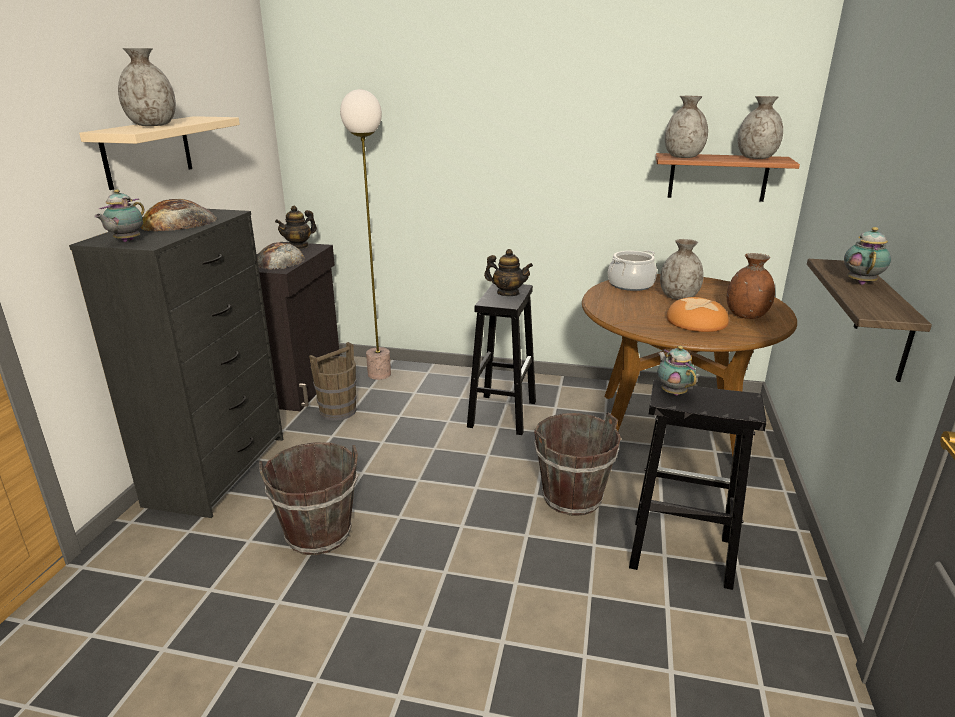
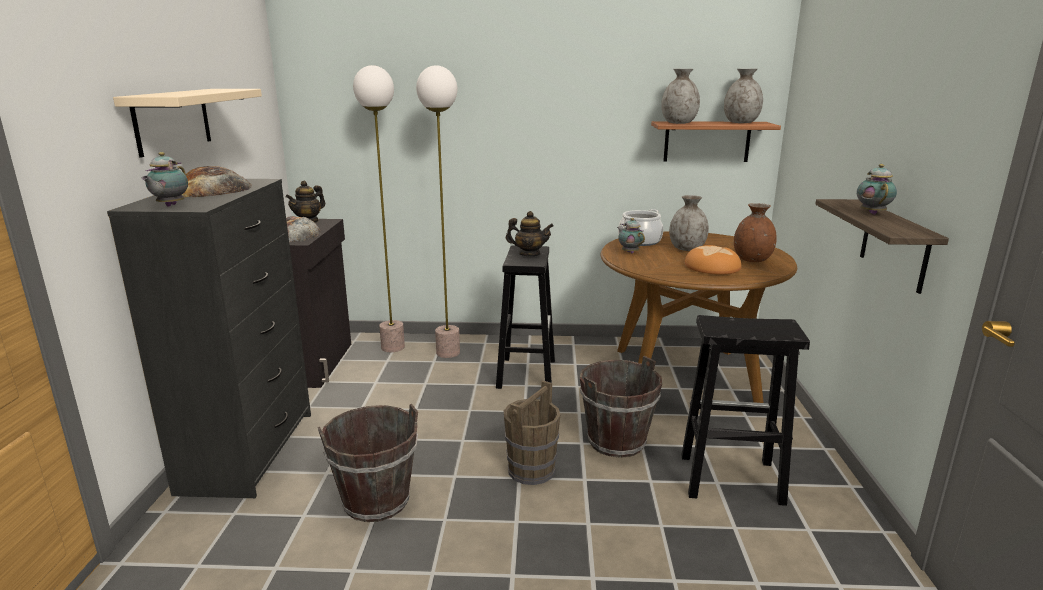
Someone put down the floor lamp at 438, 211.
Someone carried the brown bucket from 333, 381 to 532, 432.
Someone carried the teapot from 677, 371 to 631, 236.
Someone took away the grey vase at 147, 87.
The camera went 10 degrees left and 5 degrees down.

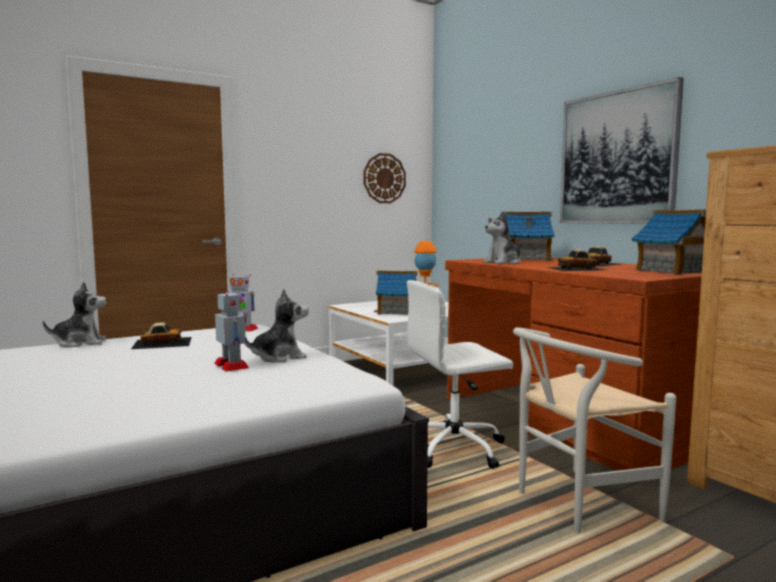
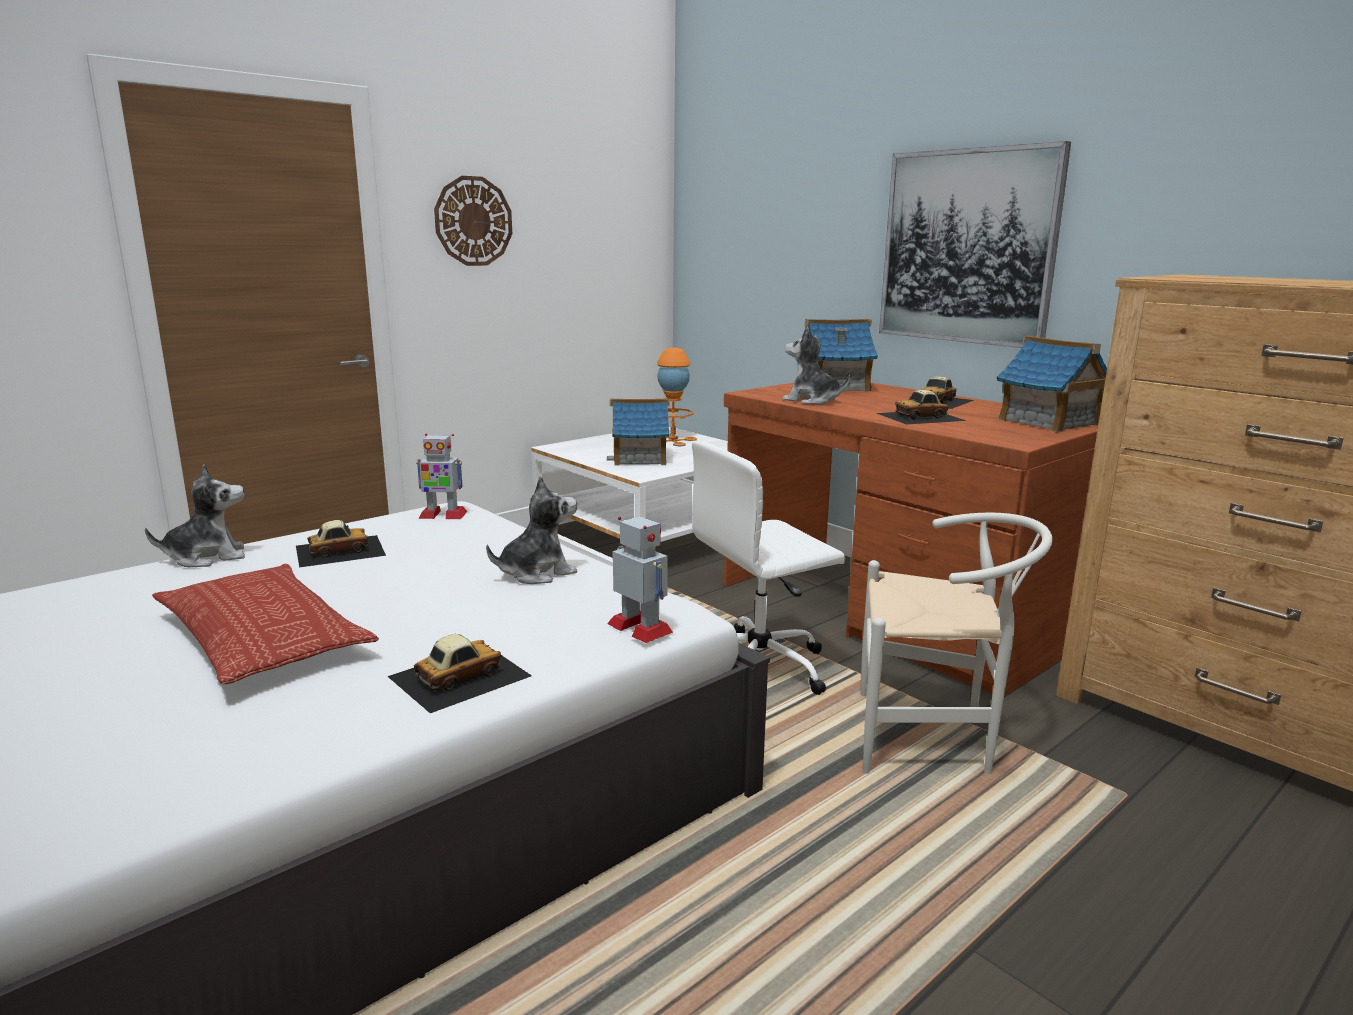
Someone put down the pillow at 265, 624.
Someone put down the toy car at 459, 673.
Someone carried the wall clock from 385, 178 to 473, 221.
Someone carried the toy robot from 232, 331 to 640, 580.
Someone rotated the plush toy at 502, 237 by 75 degrees clockwise.
Someone rotated the white chair at 594, 430 by 135 degrees counterclockwise.
The camera went 10 degrees left and 10 degrees up.

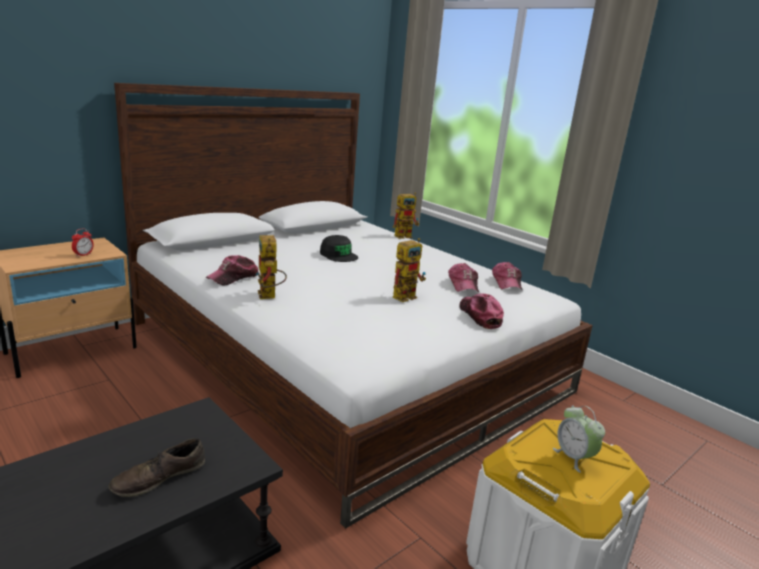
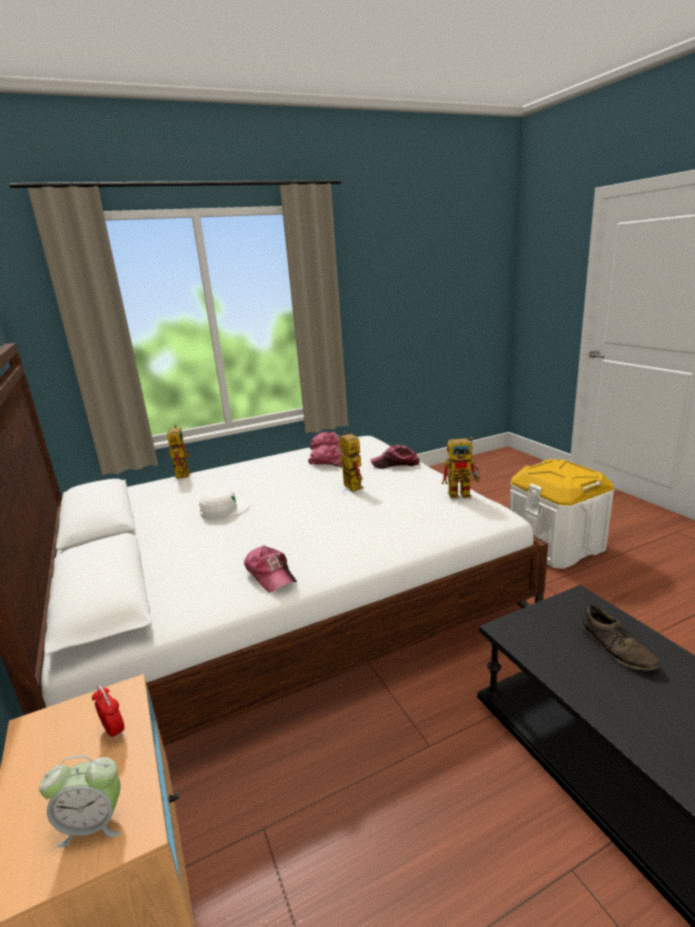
Someone carried the alarm clock from 579, 439 to 80, 801.
Someone repainted the black cap at 339, 248, which became the white cap at 224, 504.
Someone carried the toy robot from 271, 267 to 461, 468.
The camera went 70 degrees left and 0 degrees up.

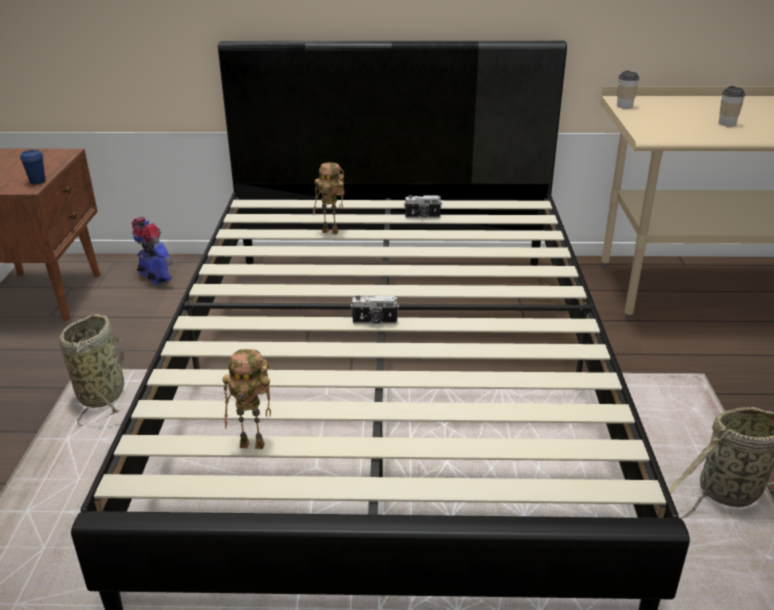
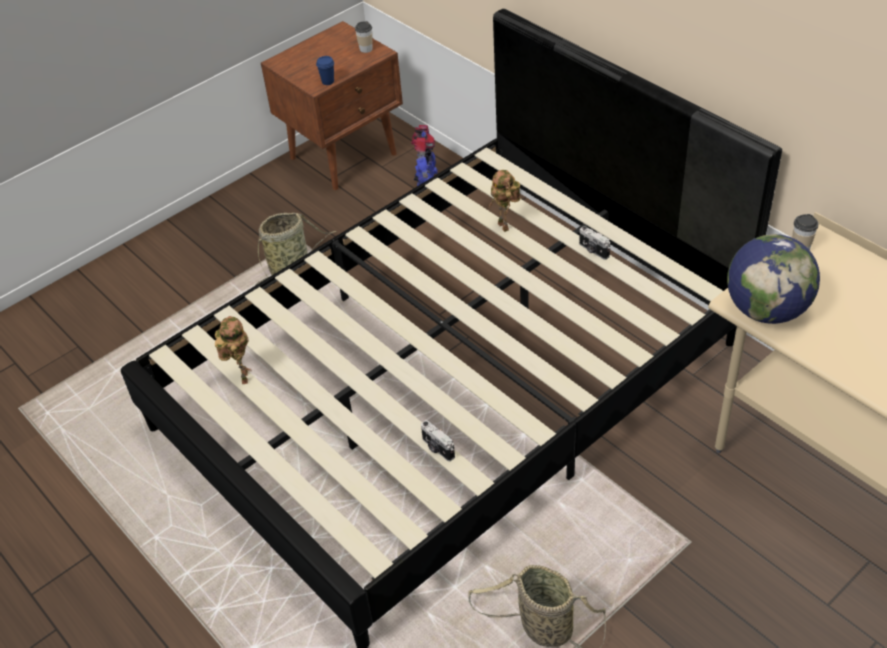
Someone rotated the toy robot at 246, 399 by 150 degrees counterclockwise.
Someone carried the cup from 732, 106 to 364, 37.
Someone carried the photo camera from 374, 310 to 438, 440.
Someone put down the globe at 773, 279.
The camera went 50 degrees right and 15 degrees up.

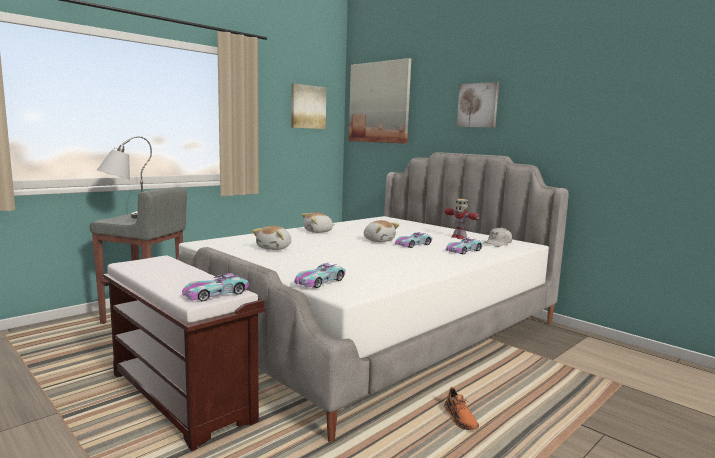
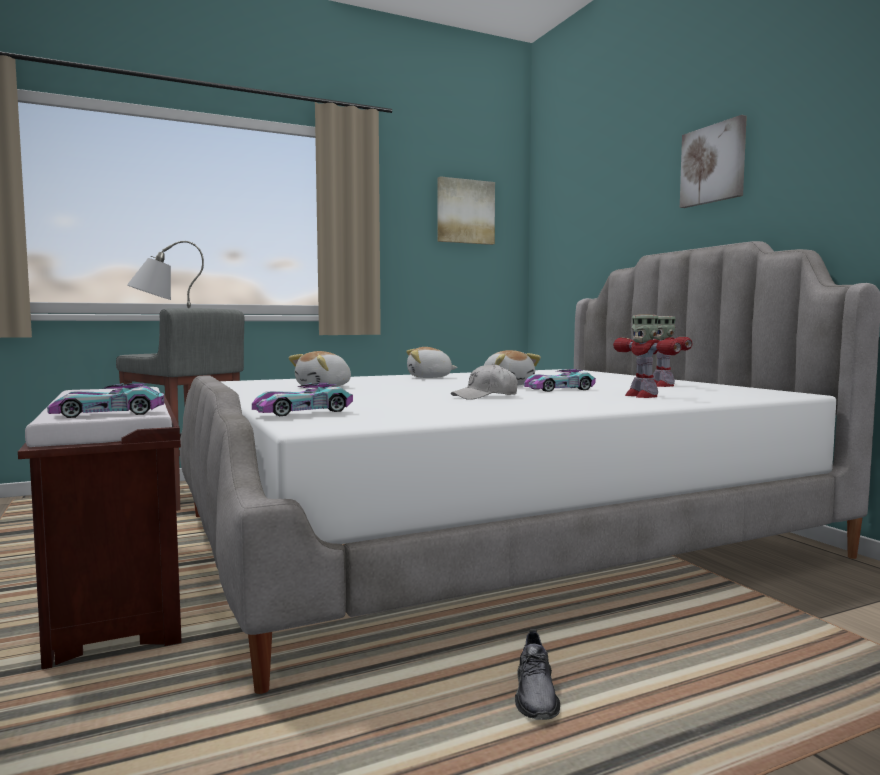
Someone carried the white cap from 497, 237 to 484, 381.
Someone repainted the orange shoe at 461, 408, which became the grey shoe at 537, 674.
Someone swapped the toy car at 464, 245 for the toy robot at 647, 356.
Someone took away the picture at 380, 100.
The camera went 20 degrees right and 5 degrees down.

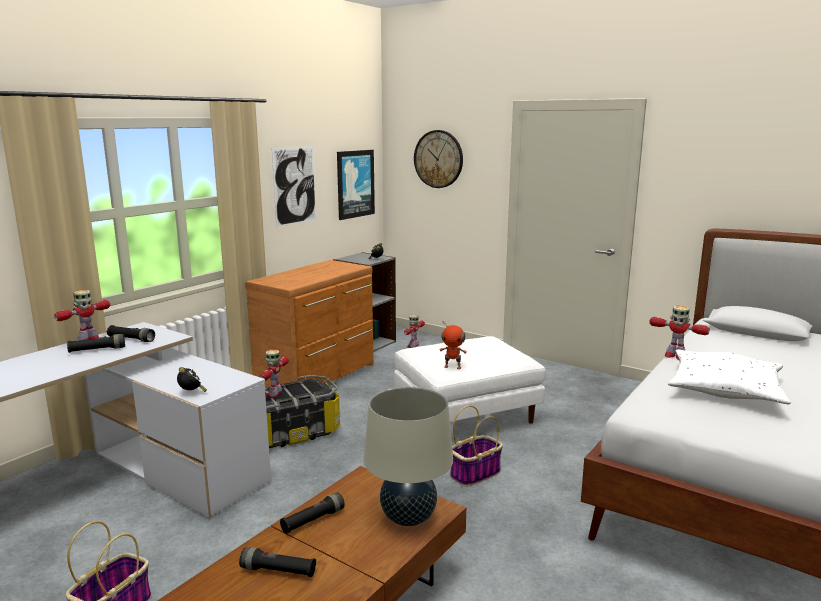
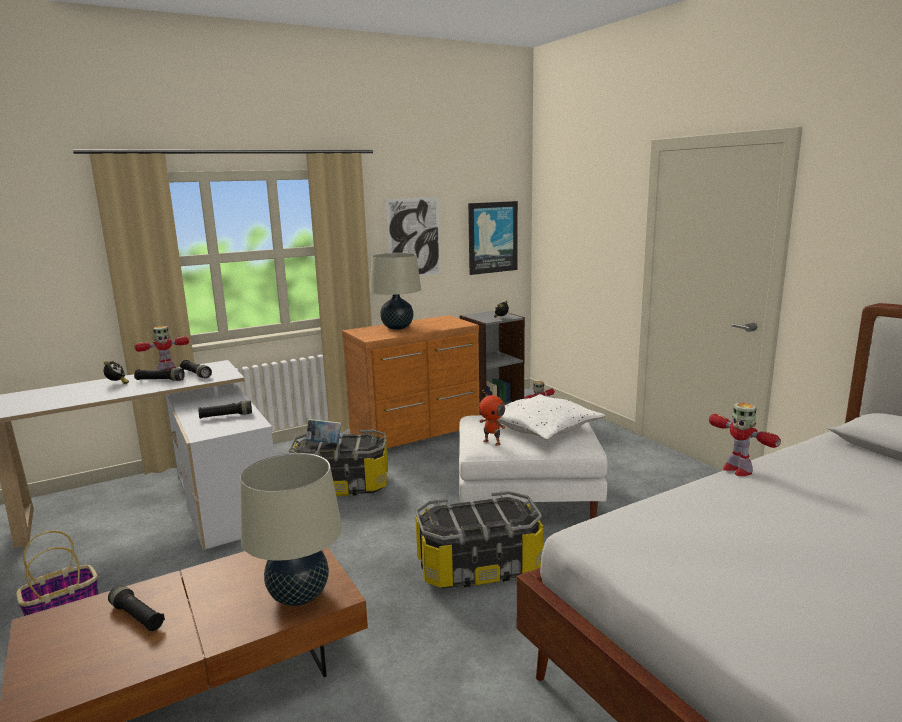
Someone carried the alarm clock from 192, 379 to 116, 372.
Someone carried the black flashlight from 312, 513 to 225, 410.
Someone swapped the toy robot at 274, 374 for the book at 323, 431.
Someone put down the beige table lamp at 395, 291.
Someone swapped the basket at 476, 446 for the storage box at 479, 540.
Someone carried the white pillow from 729, 376 to 551, 417.
Someone took away the wall clock at 438, 159.
The camera went 25 degrees right and 0 degrees up.

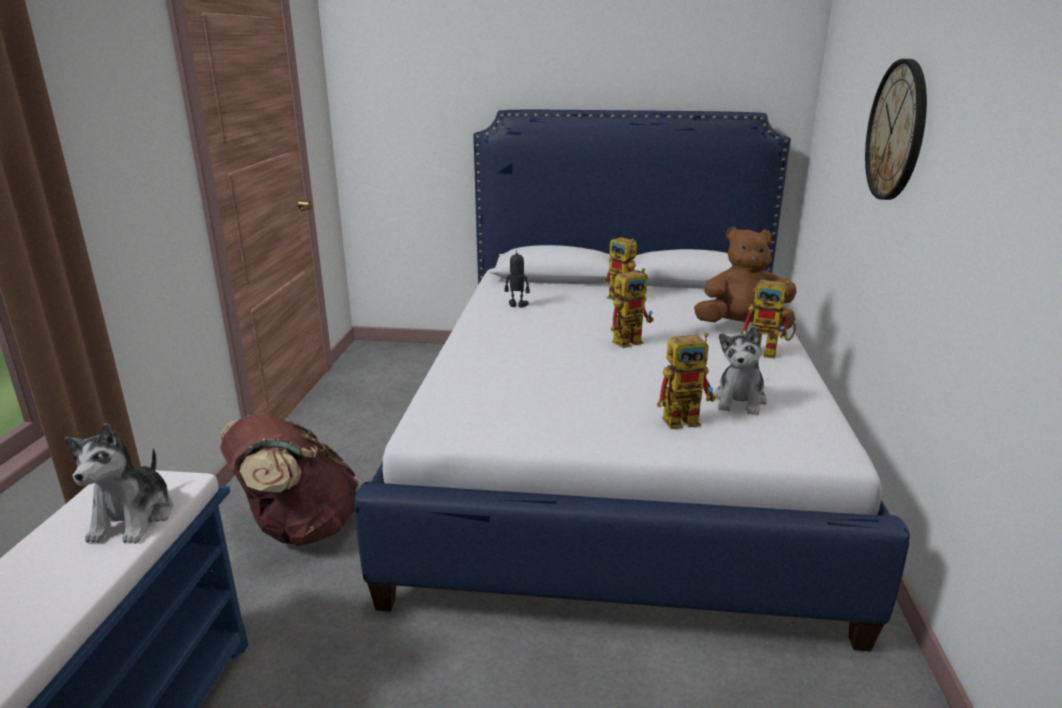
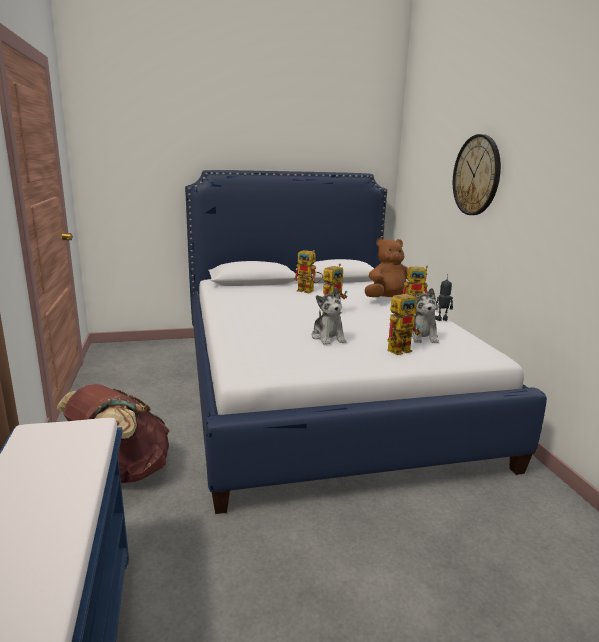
Someone carried the plush toy from 119, 483 to 329, 316.
Someone carried the toy robot from 517, 277 to 444, 297.
The camera went 20 degrees left and 5 degrees down.

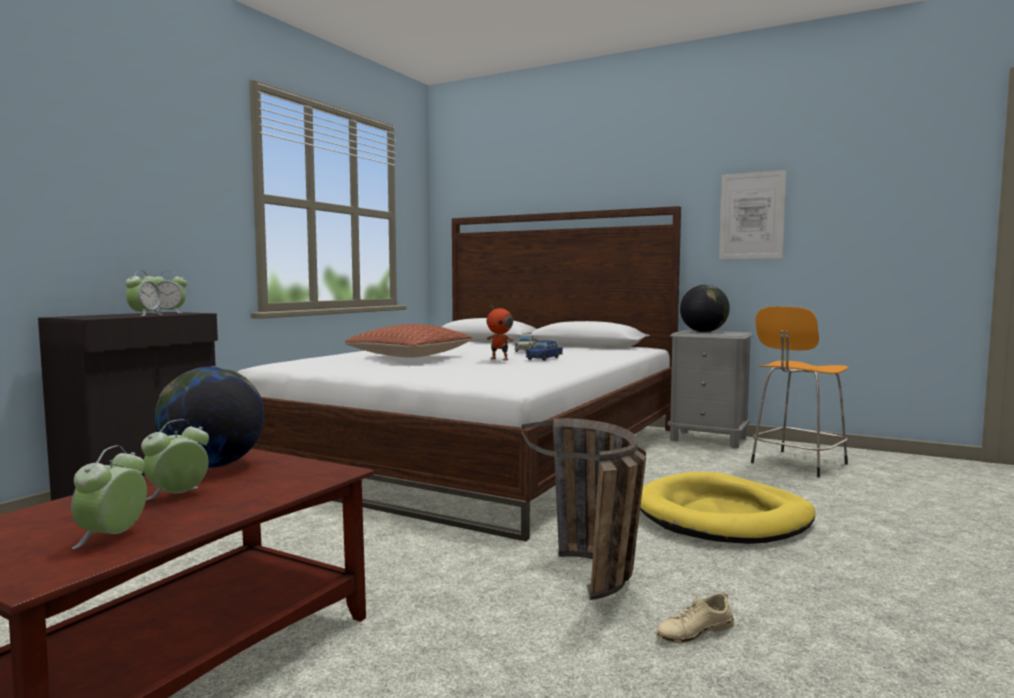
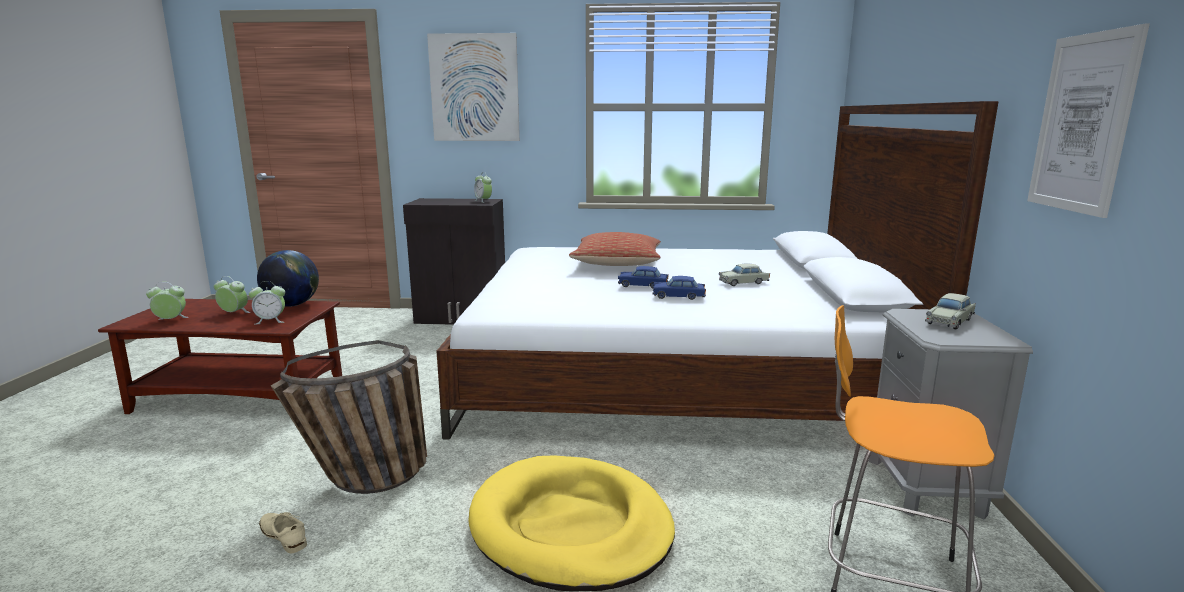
Someone carried the alarm clock from 144, 293 to 267, 303.
Someone put up the picture at 473, 87.
Someone swapped the toy robot at 500, 332 for the blue toy car at 643, 277.
Someone swapped the globe at 705, 308 for the beige toy car at 950, 311.
The camera went 65 degrees right and 10 degrees up.

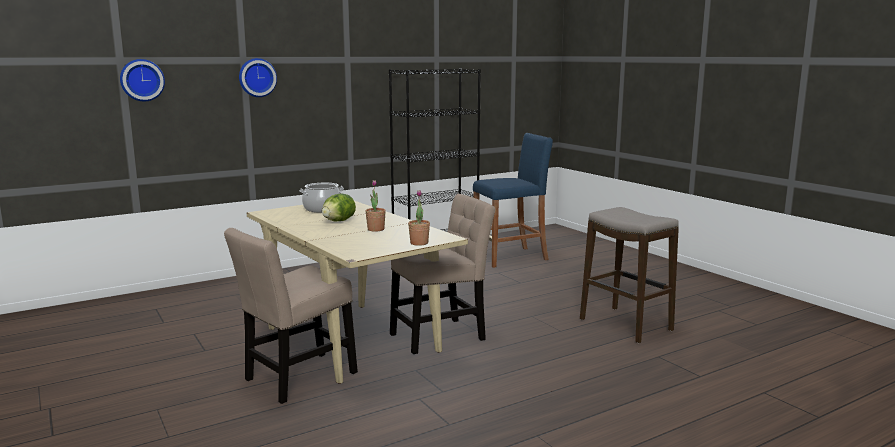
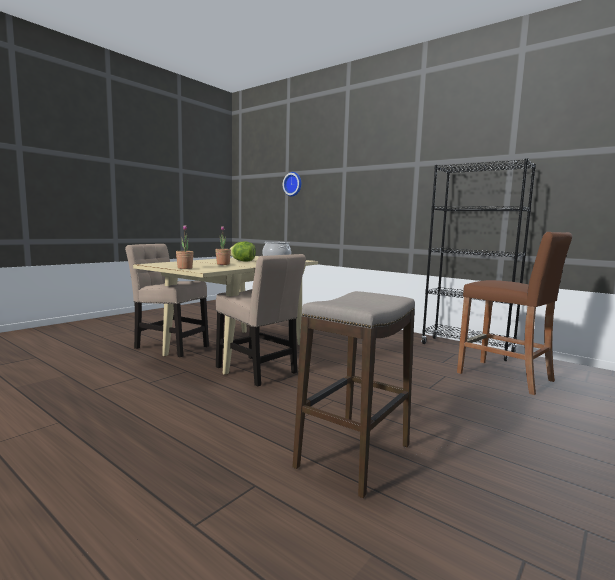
Someone repainted the blue stool at 513, 200, which became the brown stool at 514, 313.
Someone took away the wall clock at 258, 77.
The camera went 70 degrees right and 5 degrees down.

